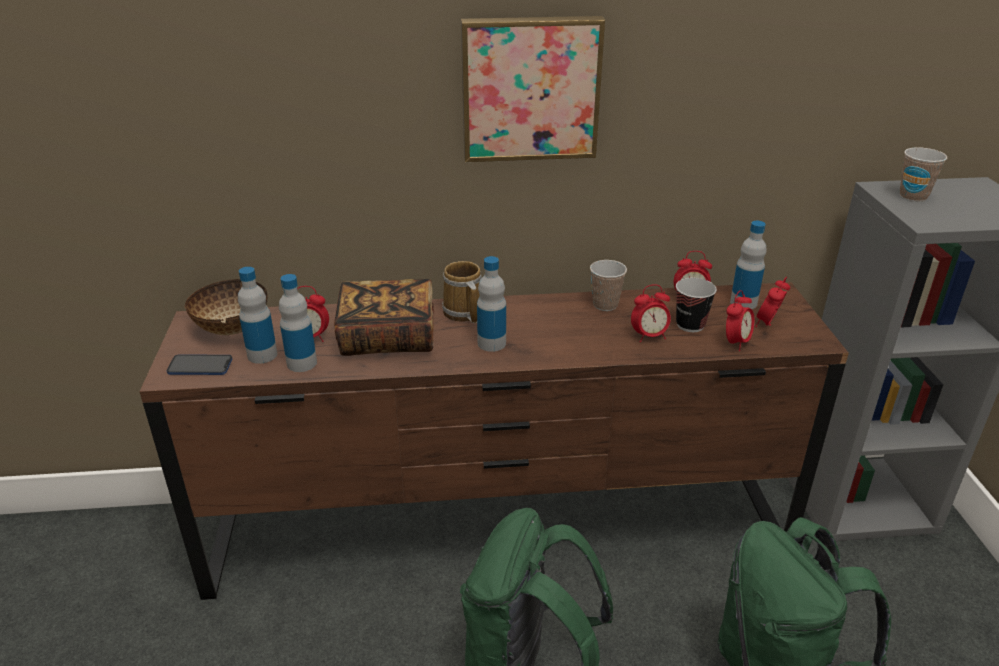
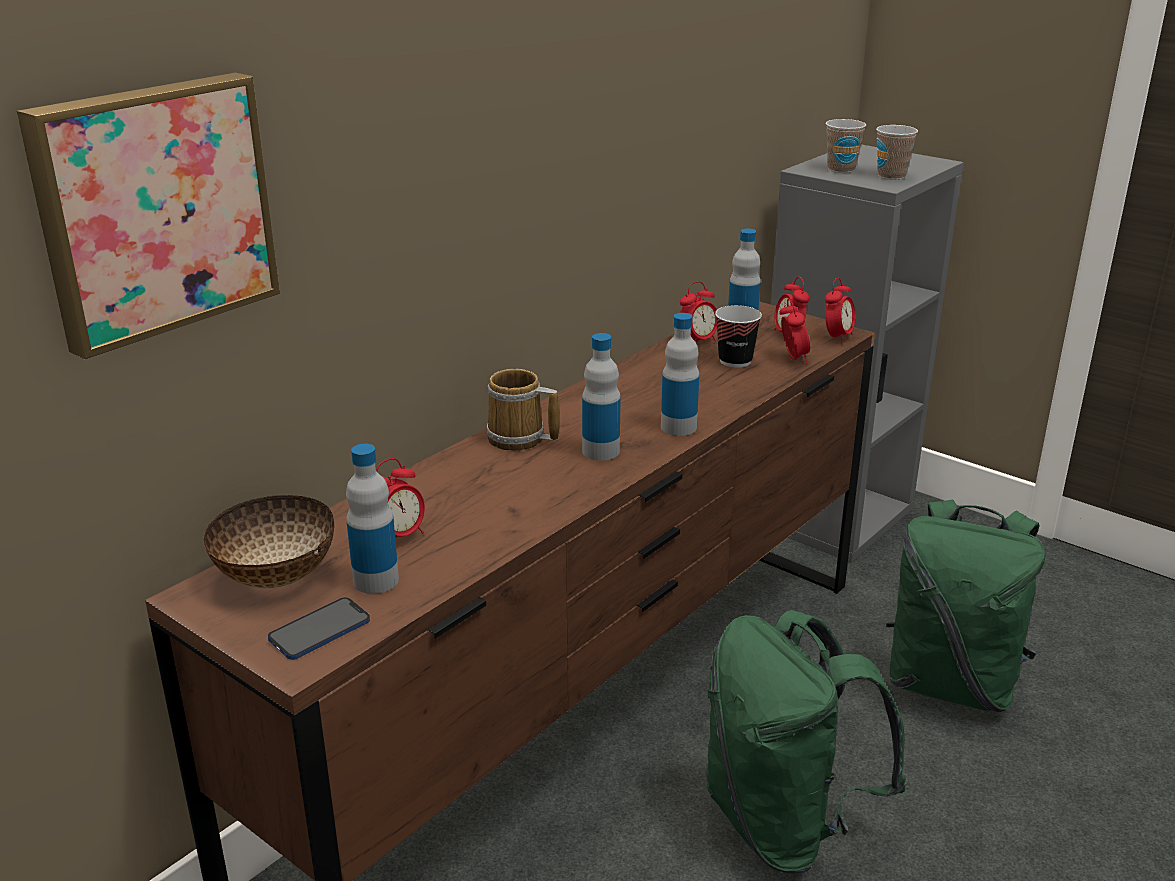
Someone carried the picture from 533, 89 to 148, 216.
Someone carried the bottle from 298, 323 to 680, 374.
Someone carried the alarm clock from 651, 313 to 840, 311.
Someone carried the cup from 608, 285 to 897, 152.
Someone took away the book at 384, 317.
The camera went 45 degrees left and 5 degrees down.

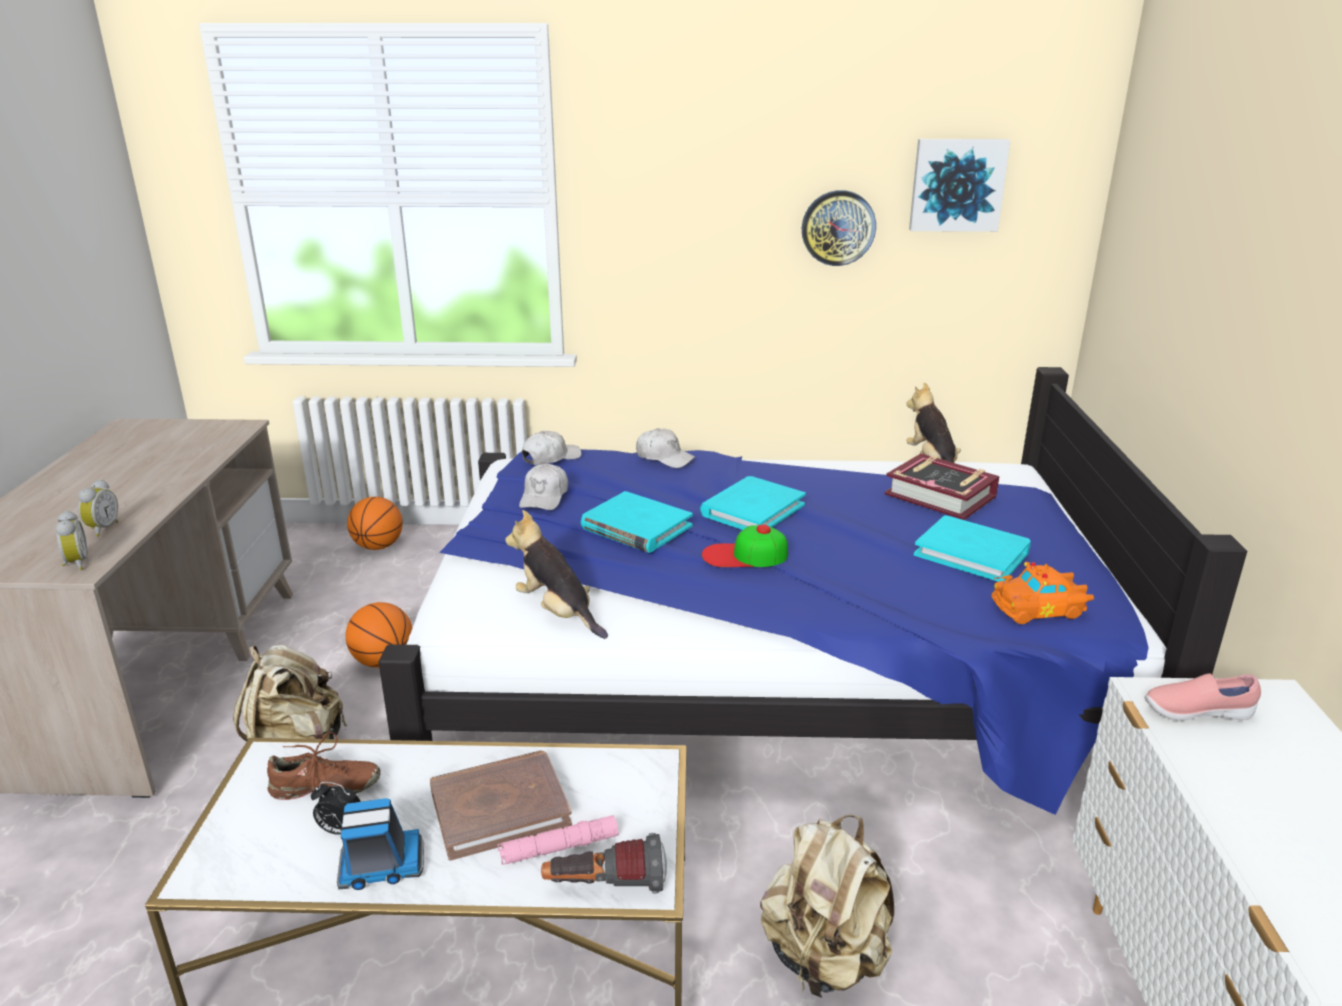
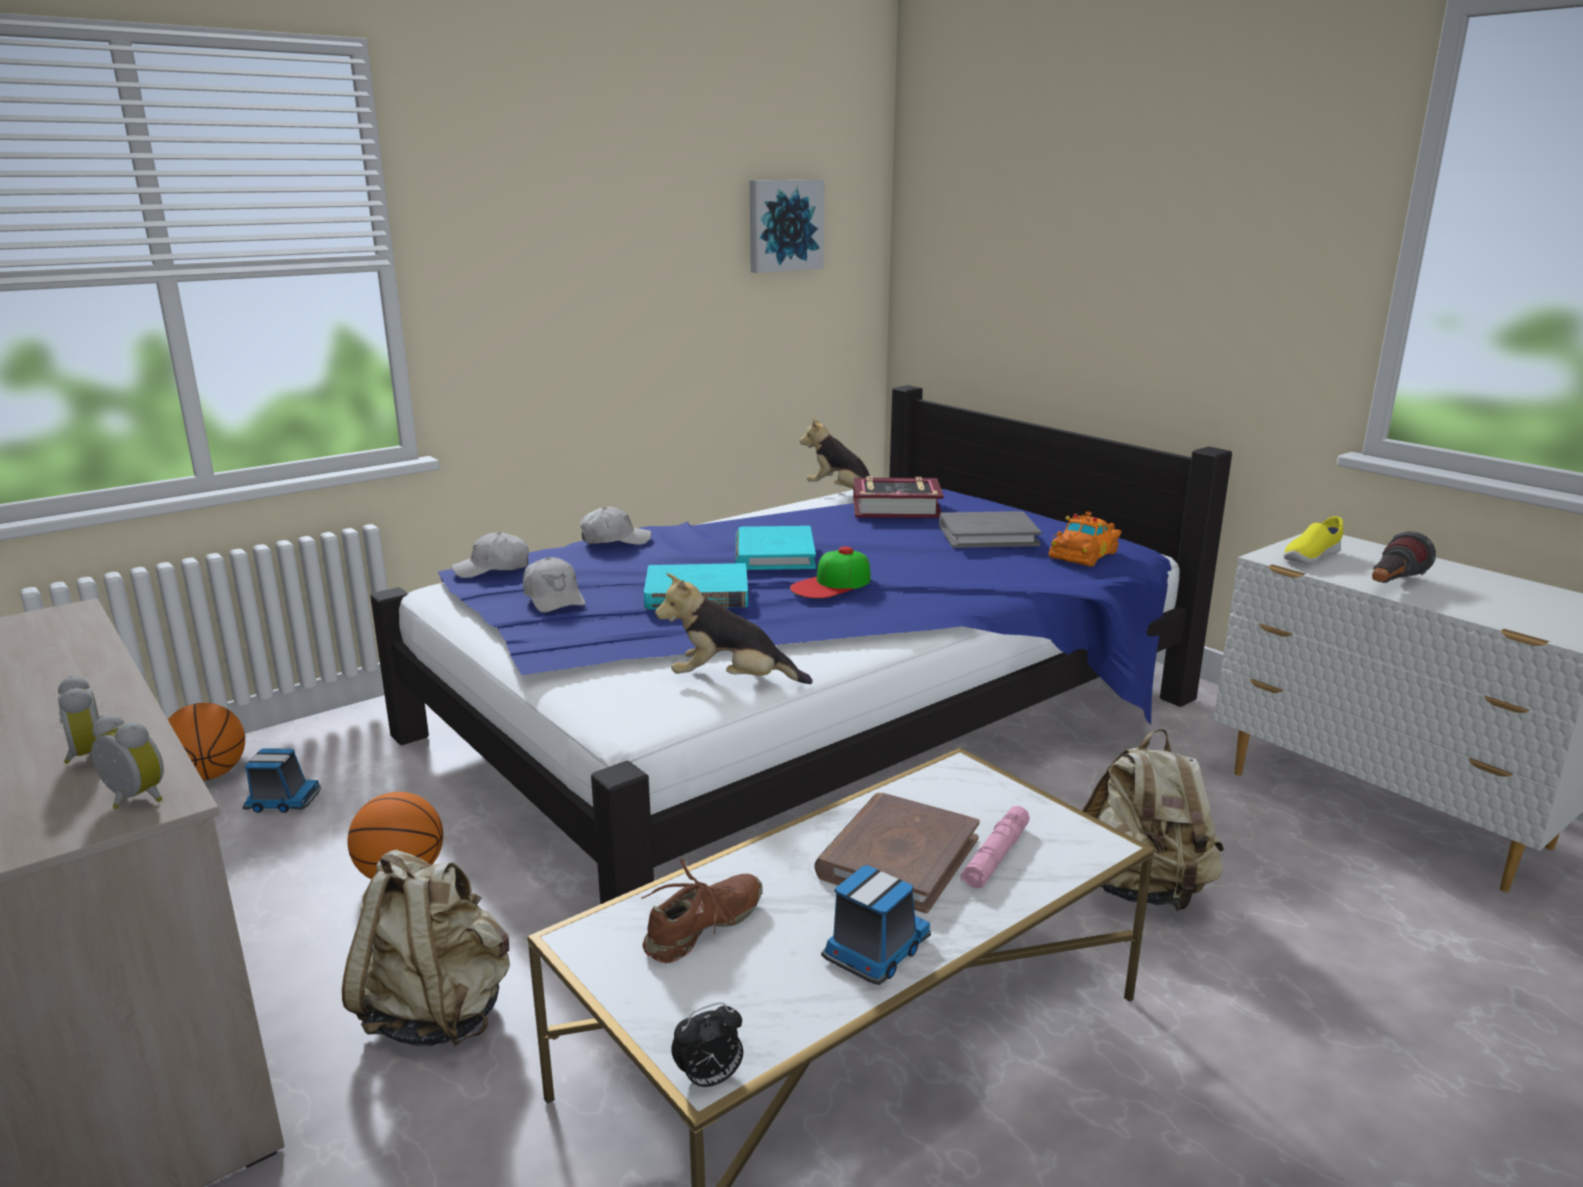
Someone put down the toy truck at 282, 780.
Someone rotated the white cap at 551, 448 by 120 degrees counterclockwise.
Someone carried the alarm clock from 336, 808 to 707, 1046.
Someone repainted the turquoise book at 972, 548, which became the grey book at 990, 529.
Someone repainted the pink shoe at 1203, 696, which became the yellow shoe at 1313, 540.
Someone carried the flashlight from 604, 863 to 1404, 557.
Someone took away the wall clock at 839, 228.
The camera went 40 degrees left and 5 degrees down.

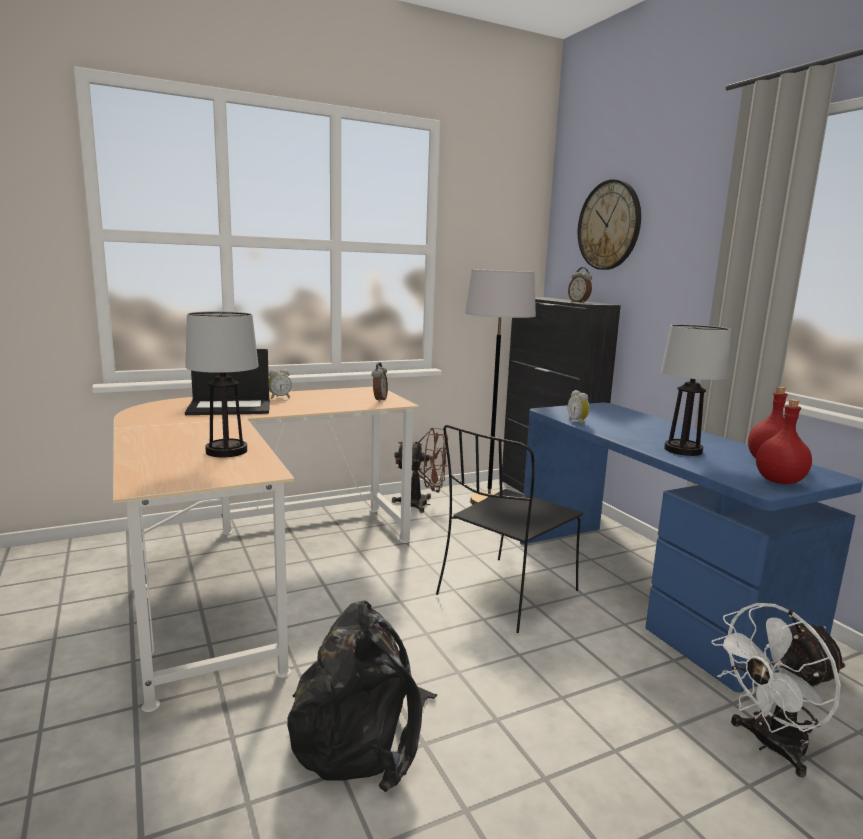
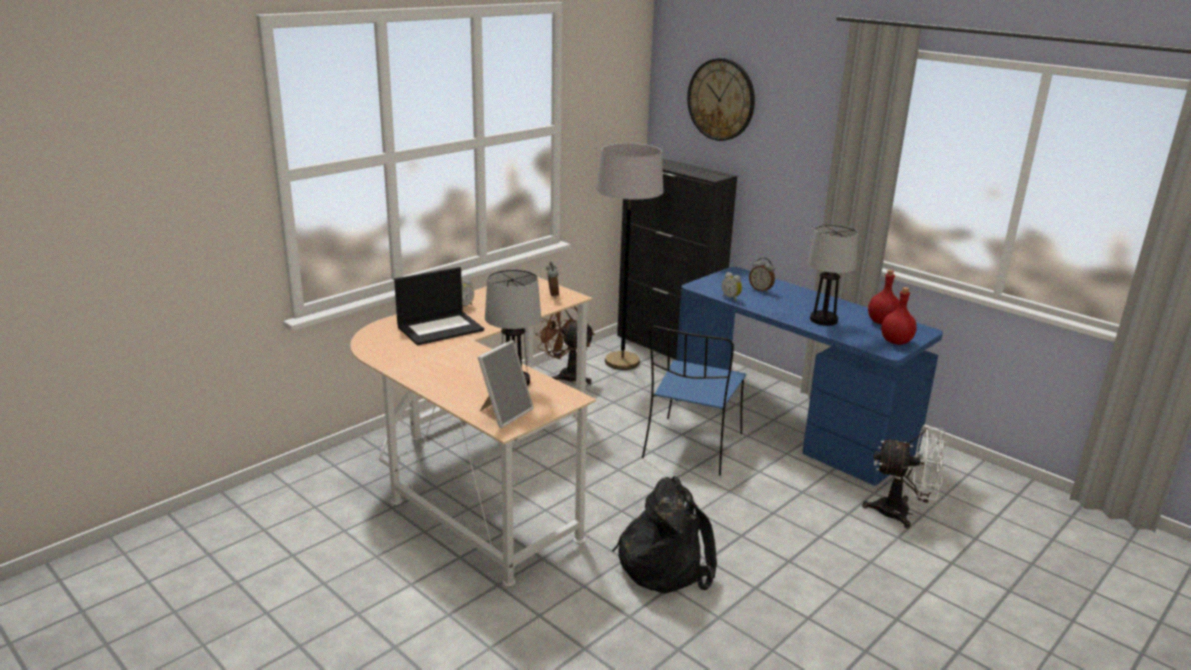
Someone put down the picture frame at 505, 384.
Someone rotated the brown fan at 420, 470 by 135 degrees counterclockwise.
Someone repainted the black chair at 509, 529, which became the blue chair at 694, 401.
Someone carried the alarm clock from 580, 285 to 762, 274.
Someone rotated the white fan at 779, 690 by 120 degrees counterclockwise.
The camera went 20 degrees left and 10 degrees up.

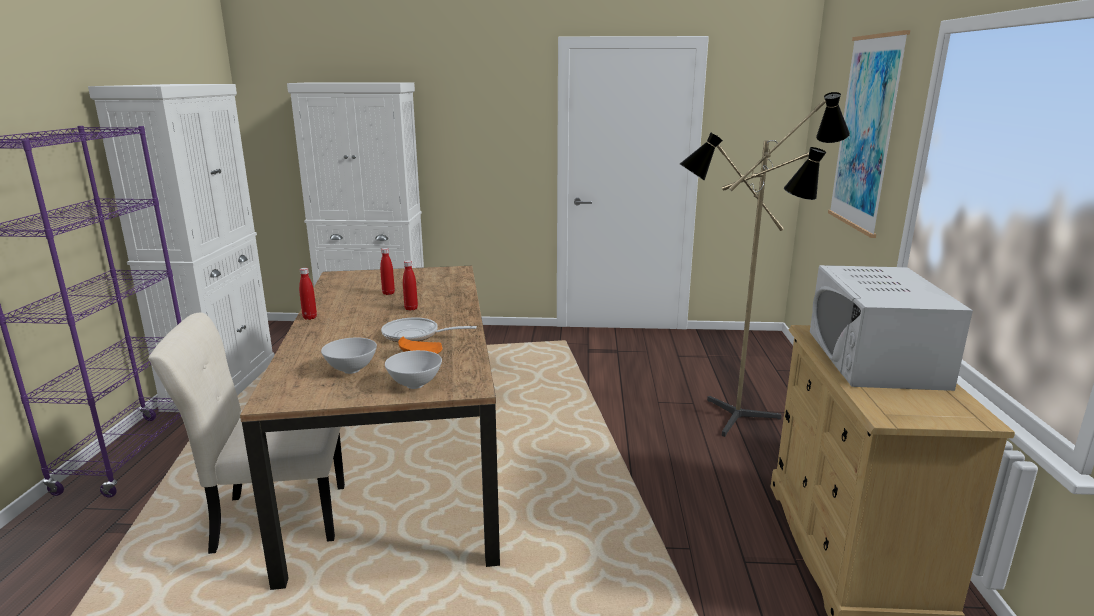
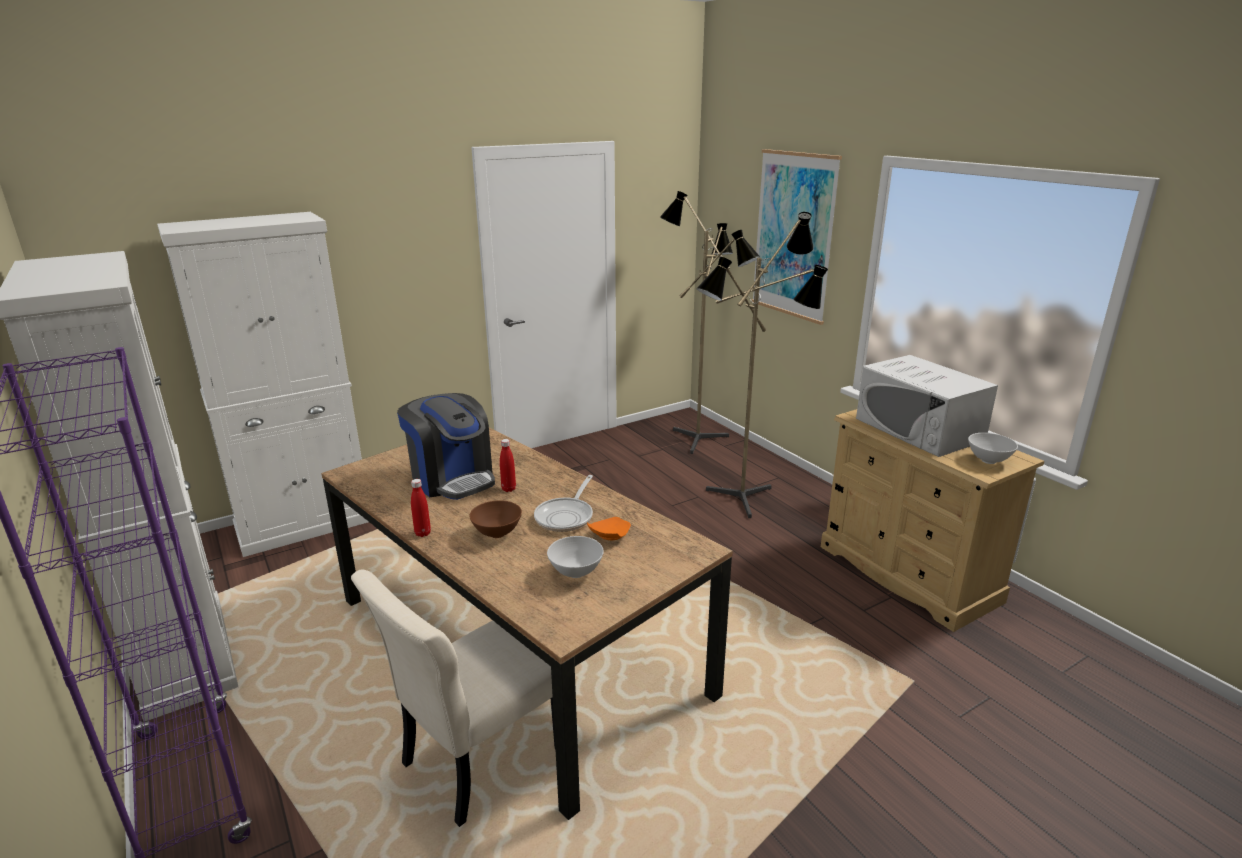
Someone swapped the red bottle at 387, 271 for the coffee machine at 446, 446.
Someone put down the brown bowl at 495, 519.
Someone rotated the frying pan at 429, 329 by 45 degrees counterclockwise.
Someone put down the floor lamp at 710, 322.
Someone carried the white bowl from 413, 369 to 993, 448.
The camera went 35 degrees left and 5 degrees up.

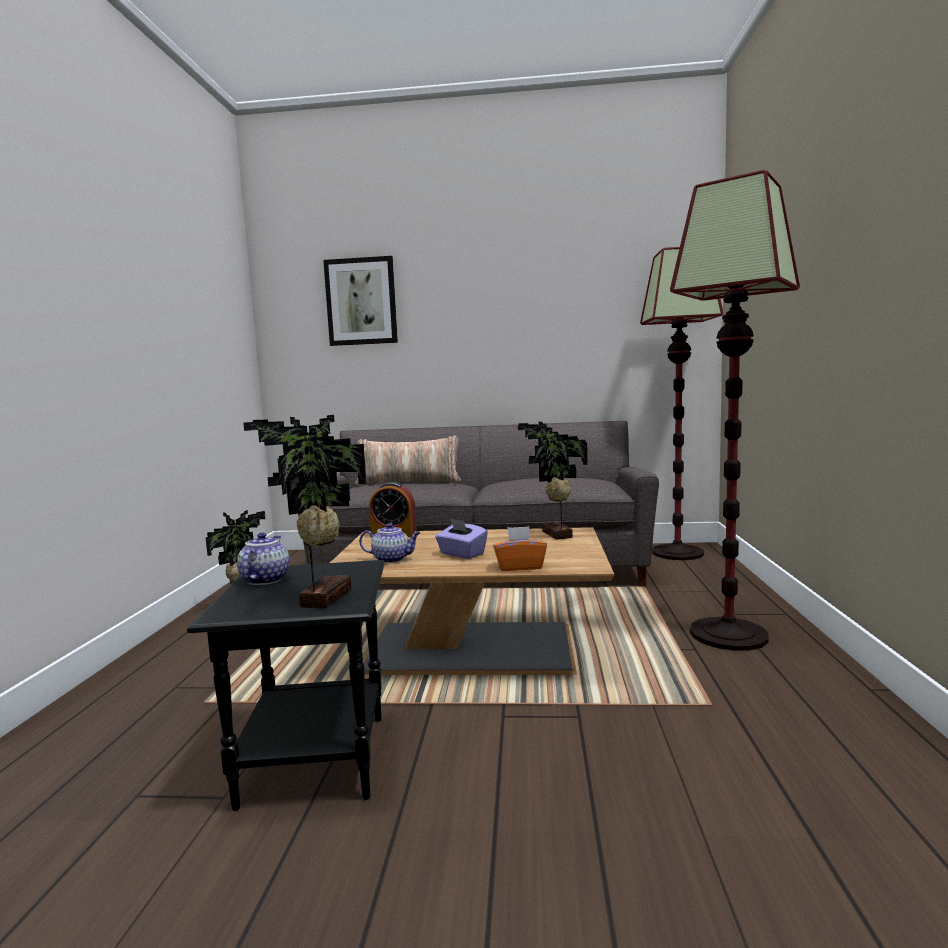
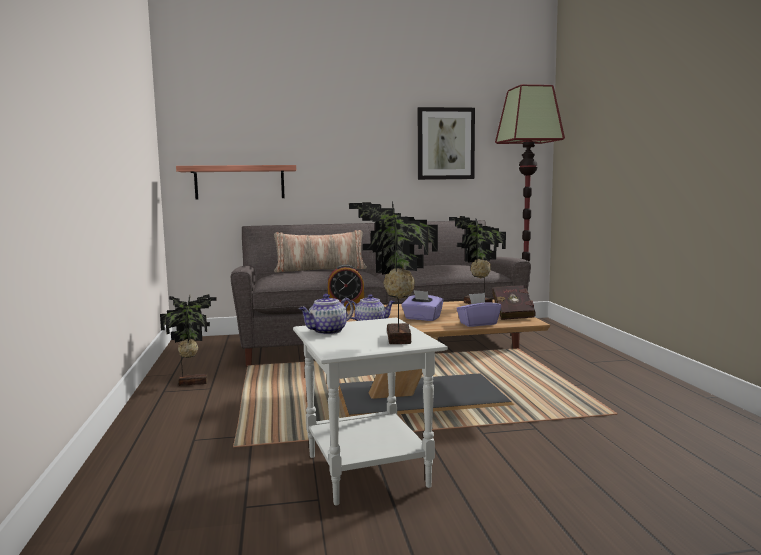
Someone put up the shelf at 236, 182.
Someone repainted the black side table at 286, 685, which became the white side table at 370, 411.
Someone rotated the teapot at 263, 559 by 120 degrees counterclockwise.
Someone carried the picture from 360, 301 to 446, 143.
Someone repainted the orange tissue box at 520, 548, which became the purple tissue box at 478, 310.
Someone put down the red book at 514, 302.
Someone took away the floor lamp at 735, 410.
The camera went 15 degrees left and 0 degrees up.

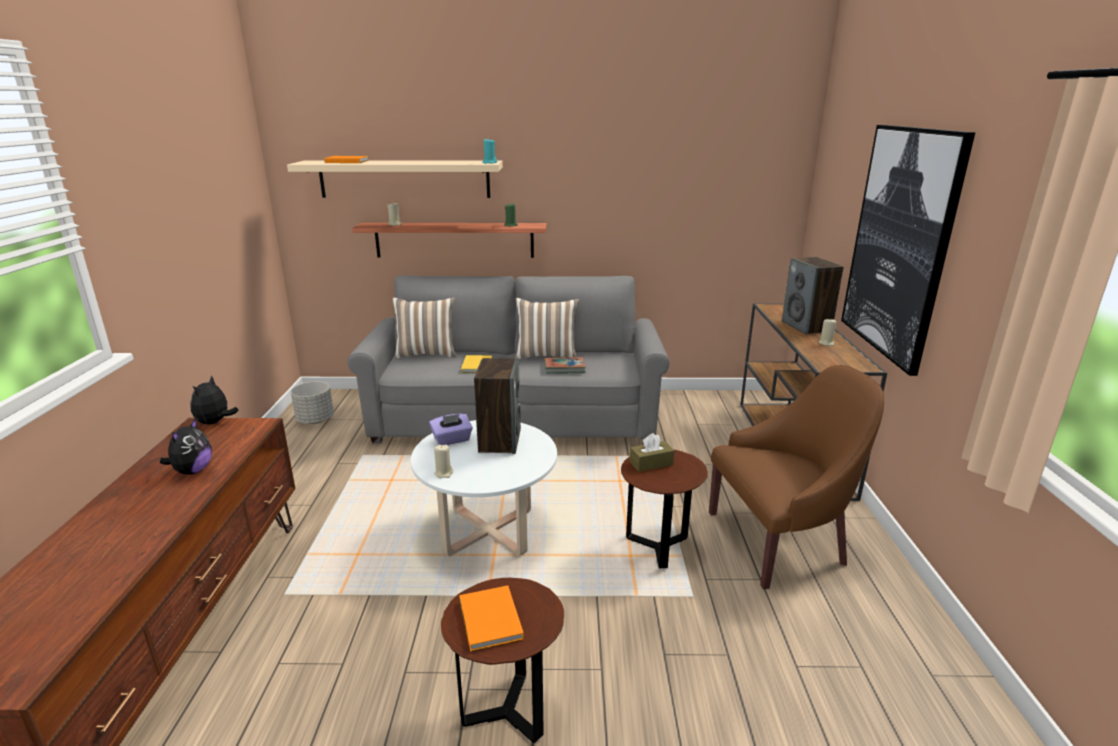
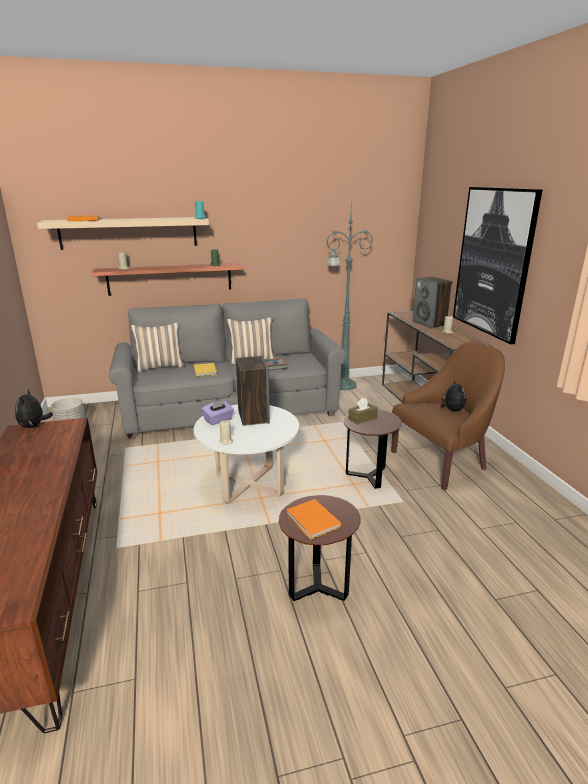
Someone put down the green floor lamp at 349, 295.
Someone carried the plush toy from 186, 446 to 453, 396.
The camera went 15 degrees left and 0 degrees up.

